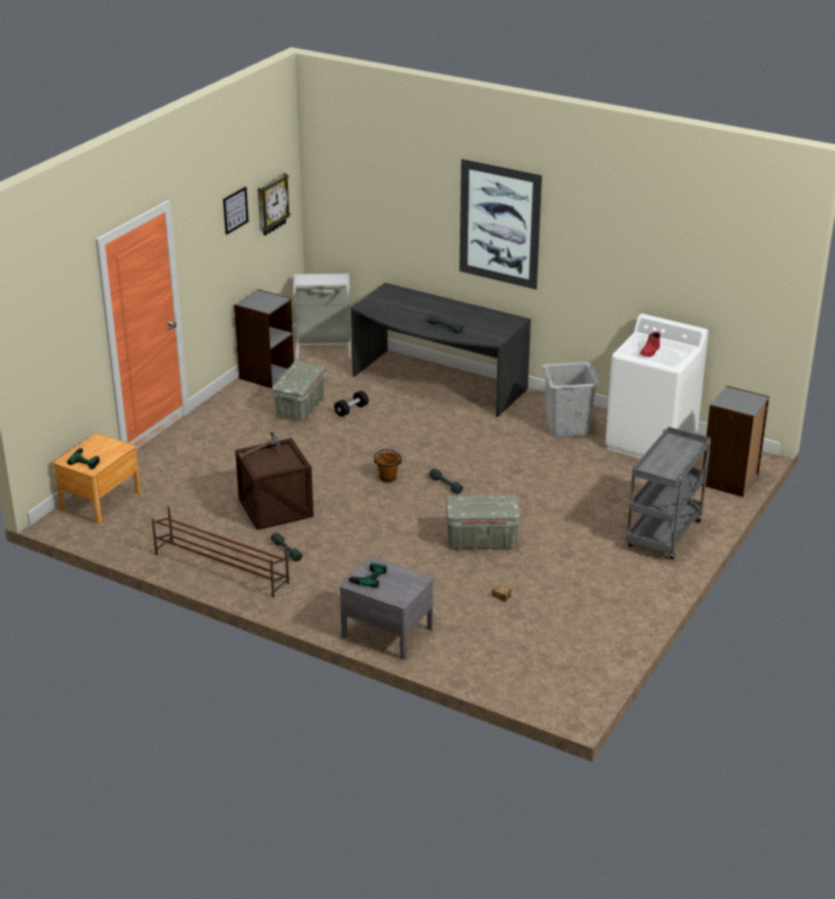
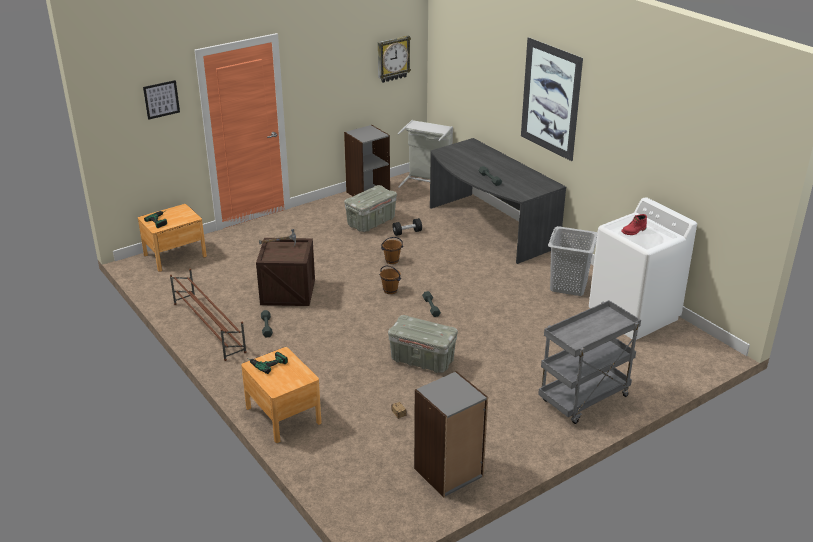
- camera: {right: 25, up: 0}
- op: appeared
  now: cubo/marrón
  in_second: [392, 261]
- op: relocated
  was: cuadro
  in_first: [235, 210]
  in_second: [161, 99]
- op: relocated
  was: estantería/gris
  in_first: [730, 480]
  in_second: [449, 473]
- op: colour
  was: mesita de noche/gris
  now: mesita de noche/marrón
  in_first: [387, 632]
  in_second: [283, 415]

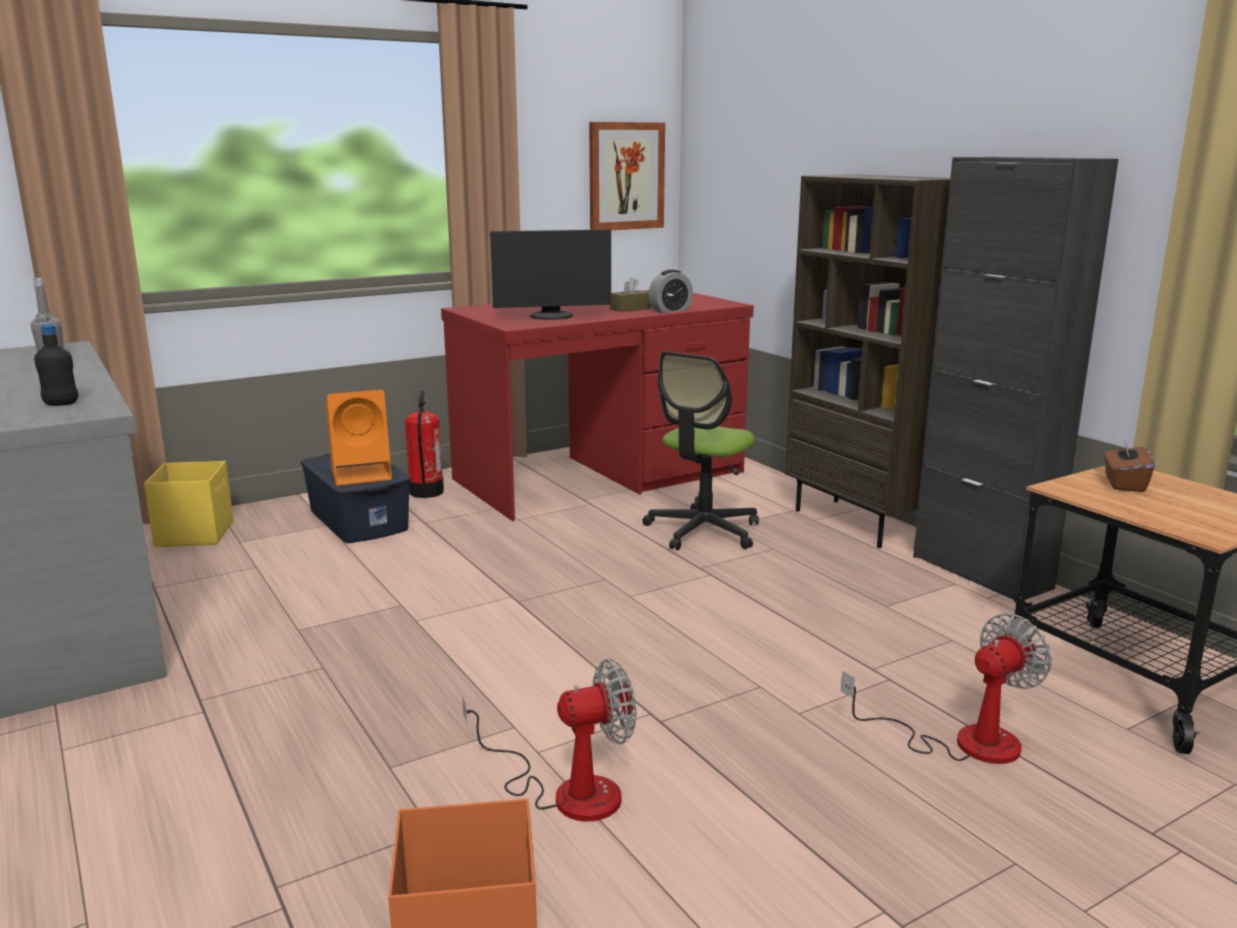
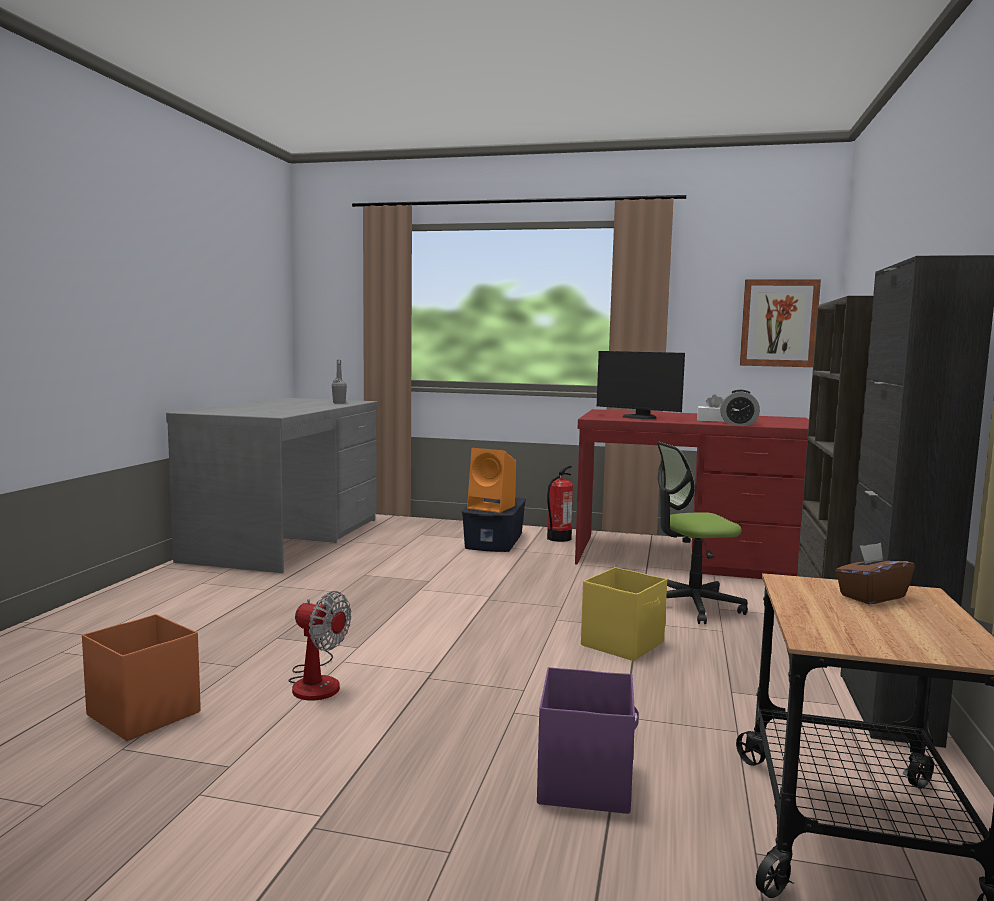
- camera: {right: 45, up: -10}
- op: missing
  was: botella/negro
  in_first: [61, 404]
- op: relocated
  was: caja de almacenaje/amarillo
  in_first: [196, 534]
  in_second: [623, 643]
- op: exchanged
  was: ventilador
  now: caja de almacenaje/morado
  in_first: [963, 742]
  in_second: [585, 781]
- op: colour
  was: caja de pañuelos/marrón
  now: caja de pañuelos/blanco
  in_first: [630, 309]
  in_second: [713, 420]

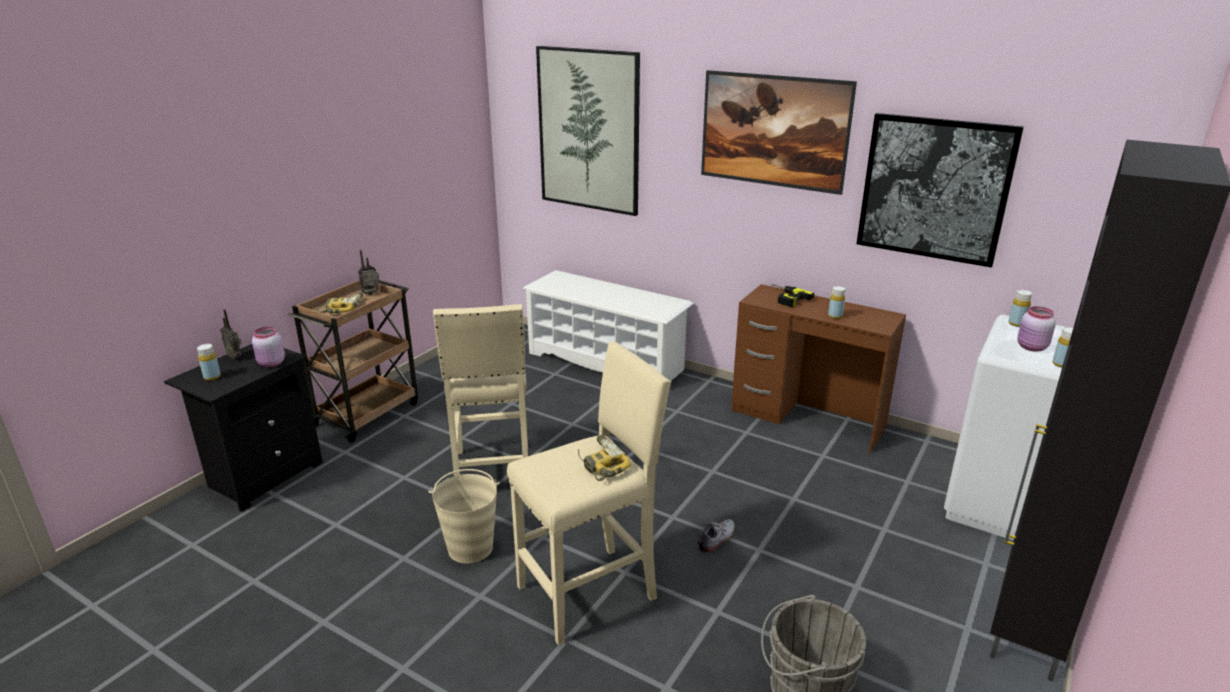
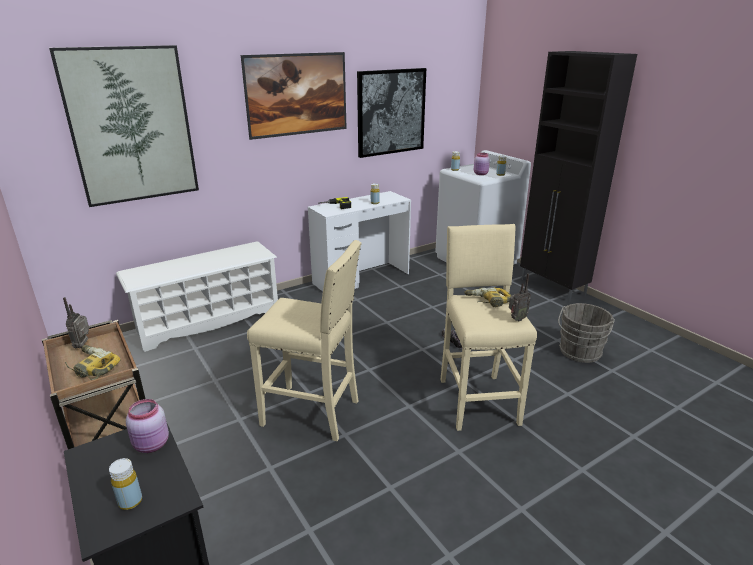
- camera: {right: -65, up: 0}
- op: missing
  was: cubo/beis
  in_first: [470, 547]
- op: relocated
  was: radio
  in_first: [235, 357]
  in_second: [516, 319]
- op: colour
  was: escritorio/marrón
  now: escritorio/blanco
  in_first: [807, 418]
  in_second: [361, 278]

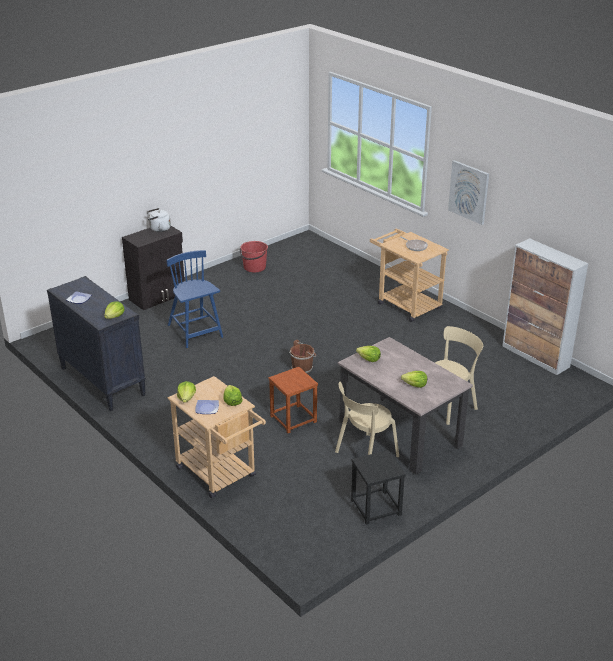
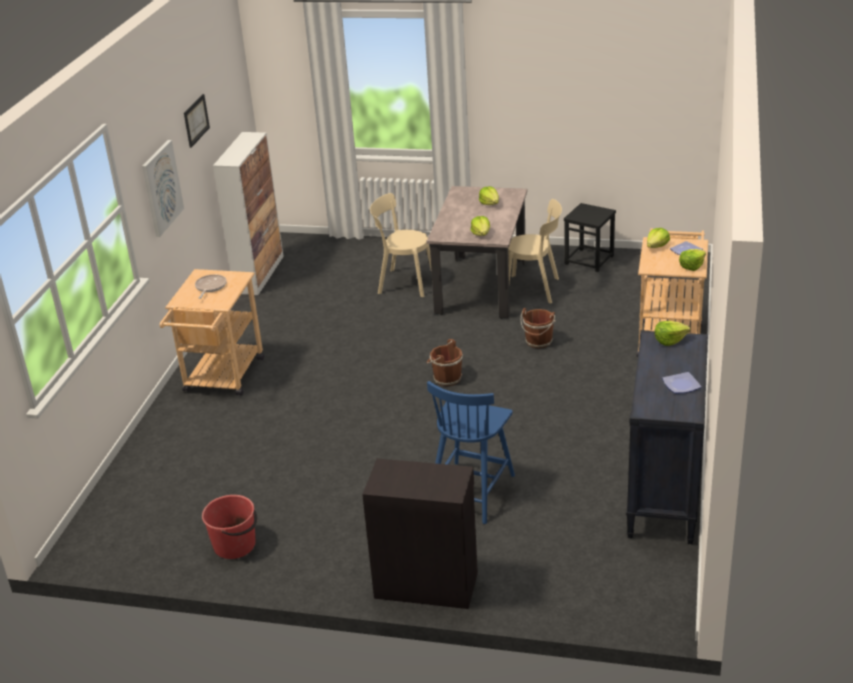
- camera: {right: -125, up: 0}
- op: missing
  was: hervidor/blanco
  in_first: [159, 229]
- op: appeared
  now: cuadro
  in_second: [196, 120]
- op: exchanged
  was: taburete/marrón
  now: cubo/marrón
  in_first: [293, 419]
  in_second: [538, 342]

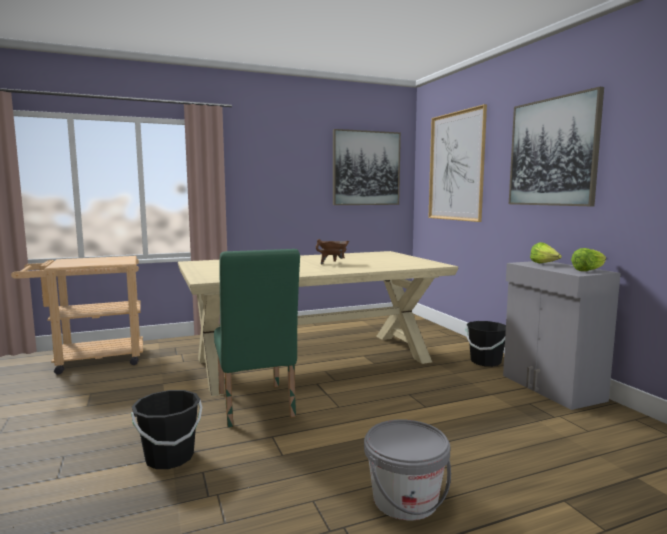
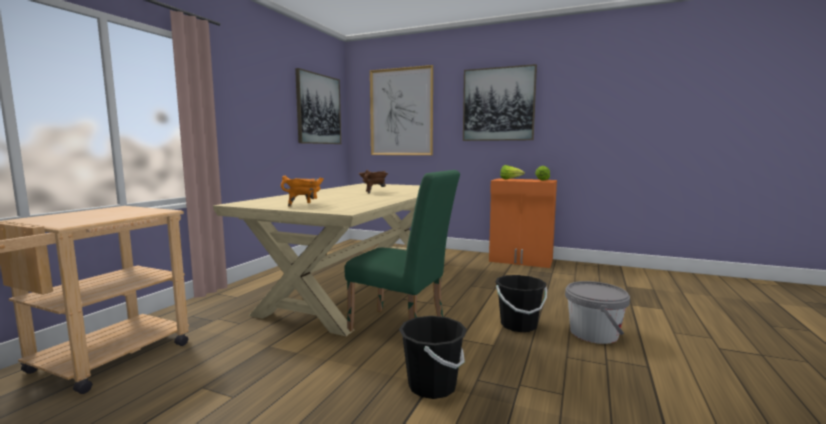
- camera: {right: -45, up: 0}
- op: appeared
  now: olla/naranja
  in_second: [304, 205]
- op: relocated
  was: cubo/negro
  in_first: [485, 362]
  in_second: [518, 325]
- op: colour
  was: armario/gris
  now: armario/naranja
  in_first: [551, 388]
  in_second: [521, 261]

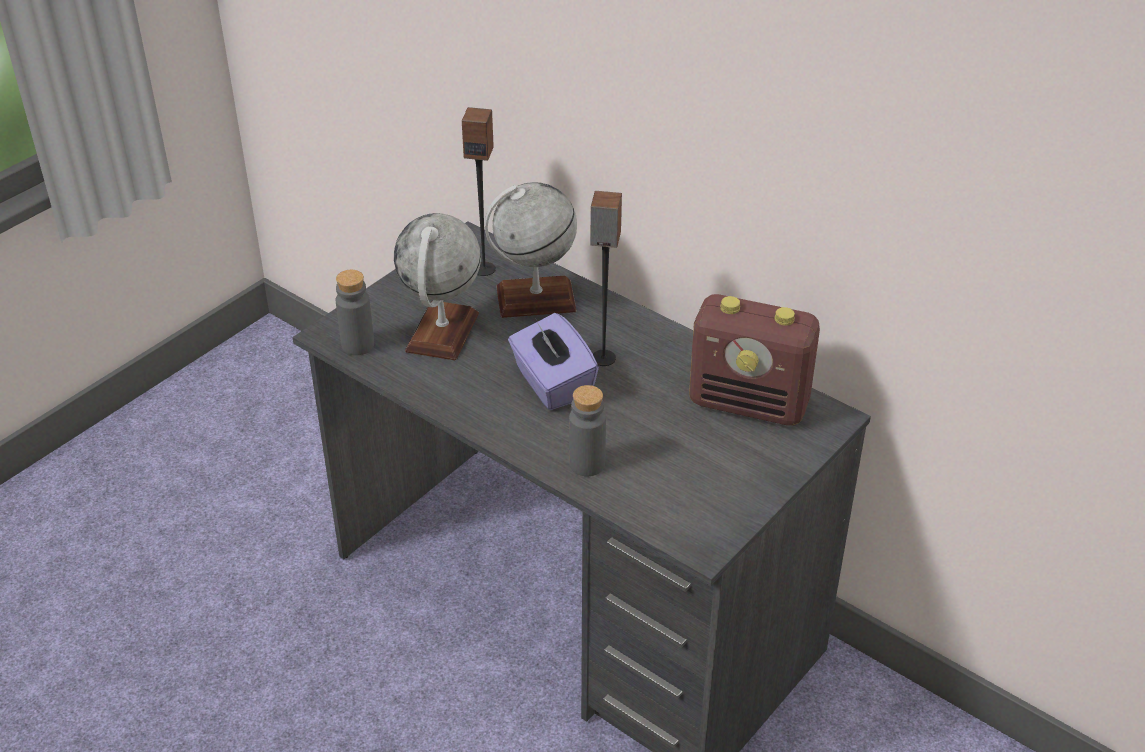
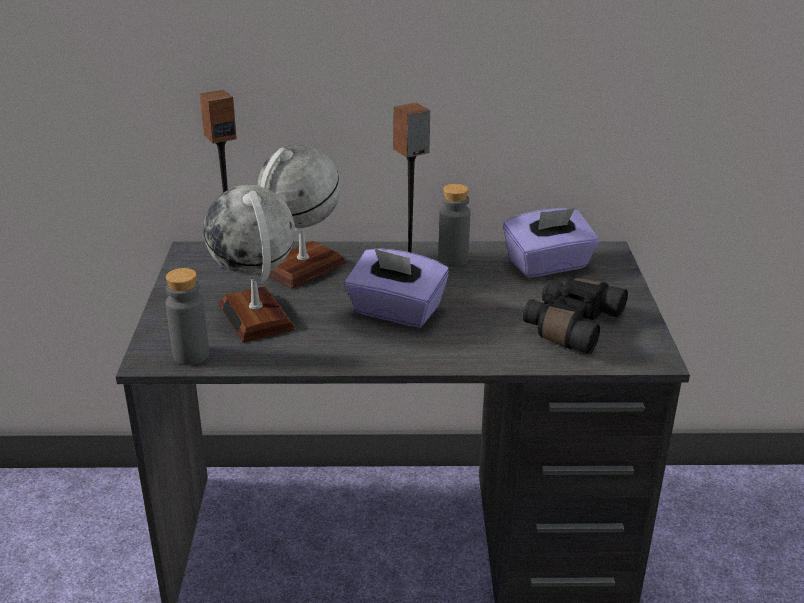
- camera: {right: -40, up: -10}
- op: appeared
  now: prismáticos/negro
  in_second: [569, 325]
- op: relocated
  was: botella/gris
  in_first: [587, 464]
  in_second: [453, 259]
- op: exchanged
  was: radio
  now: caja de pañuelos/morado
  in_first: [750, 404]
  in_second: [548, 265]

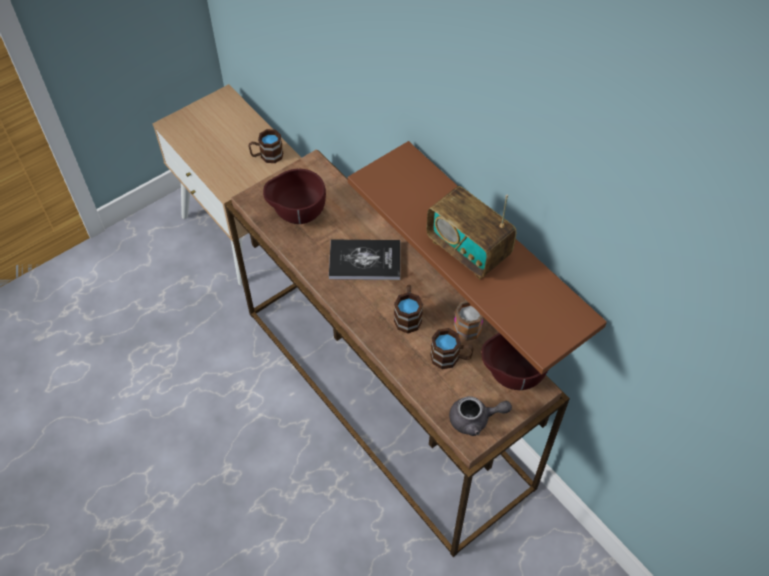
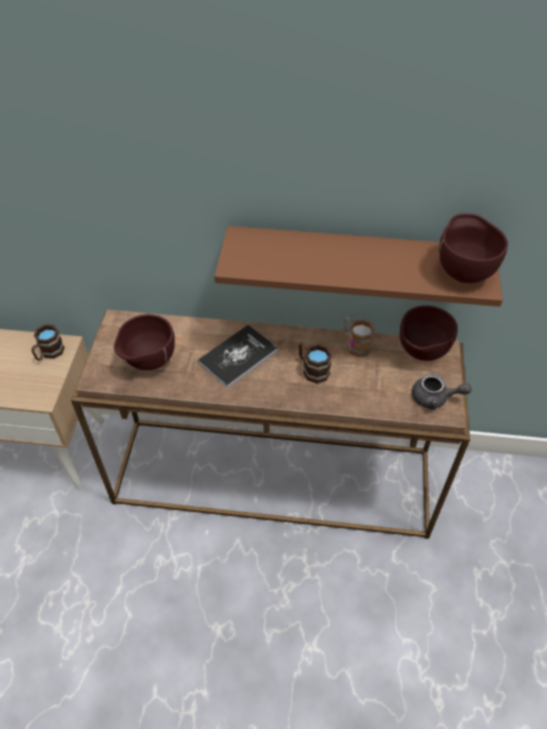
- camera: {right: -45, up: -5}
- op: missing
  was: radio
  in_first: [468, 250]
- op: missing
  was: taza grande/marrón
  in_first: [450, 358]
- op: appeared
  now: cuenco/marrón
  in_second: [463, 273]
- op: spun
  was: tetera/gris
  in_first: [475, 419]
  in_second: [435, 398]
  clockwise: 60

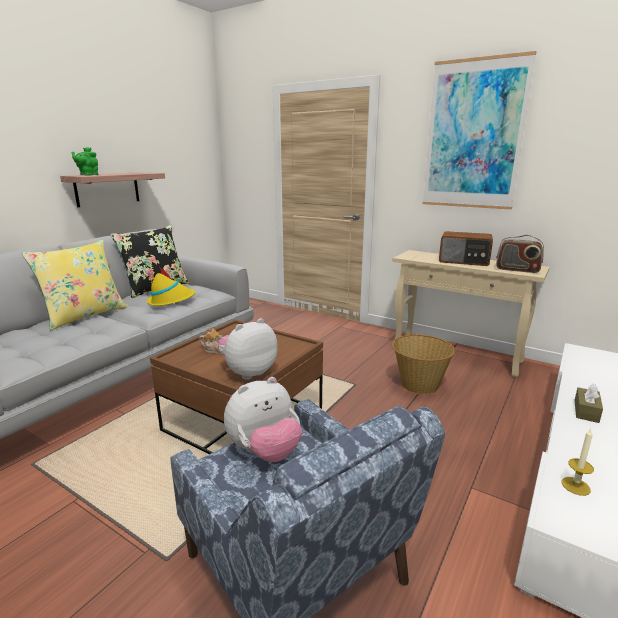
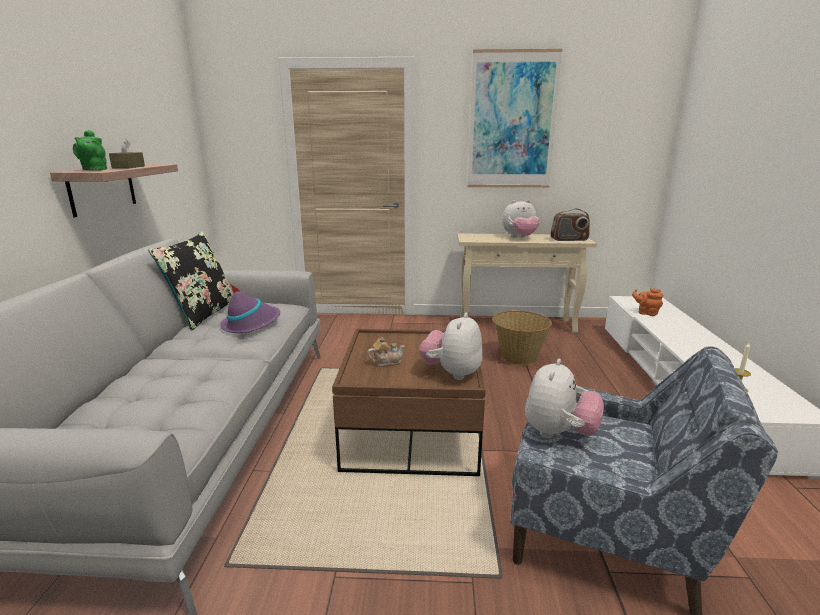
- camera: {right: -30, up: 0}
- op: missing
  was: cojín/amarillo
  in_first: [84, 315]
- op: appeared
  now: tetera/naranja
  in_second: [646, 313]
- op: relocated
  was: caja de pañuelos/marrón
  in_first: [586, 411]
  in_second: [128, 167]
- op: exchanged
  was: radio
  now: peluche
  in_first: [464, 261]
  in_second: [519, 237]
- op: colour
  was: sombrero/amarillo
  now: sombrero/morado
  in_first: [171, 301]
  in_second: [251, 324]

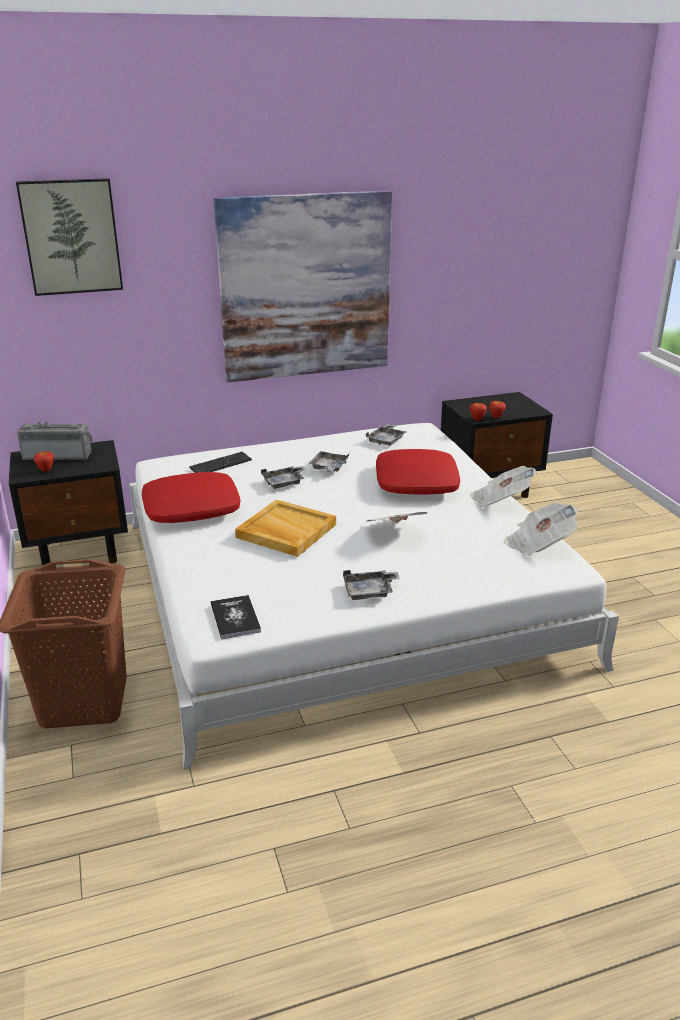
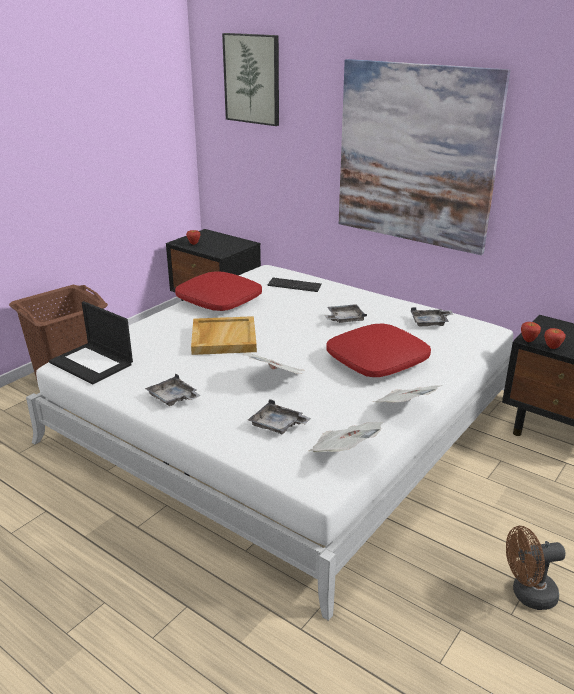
- camera: {right: 55, up: 0}
- op: missing
  was: radio
  in_first: [58, 455]
- op: appeared
  now: ventilador/marrón
  in_second: [527, 595]
- op: relocated
  was: bandeja/gris
  in_first: [284, 483]
  in_second: [278, 425]
- op: exchanged
  was: libro
  now: portátil
  in_first: [235, 618]
  in_second: [92, 363]

